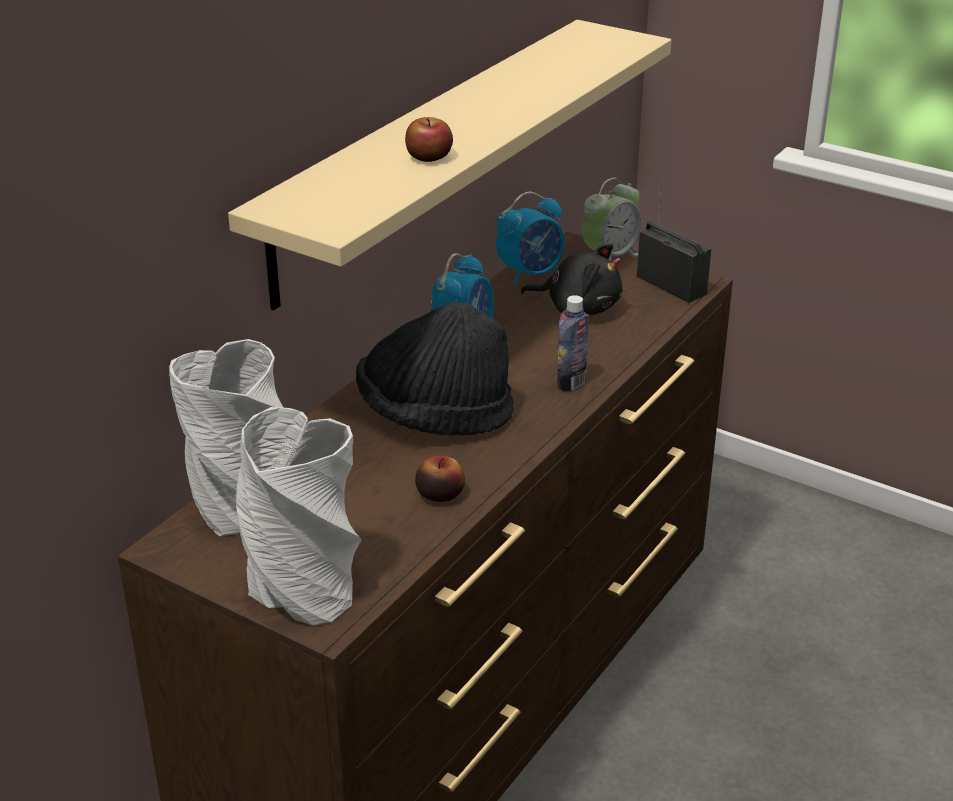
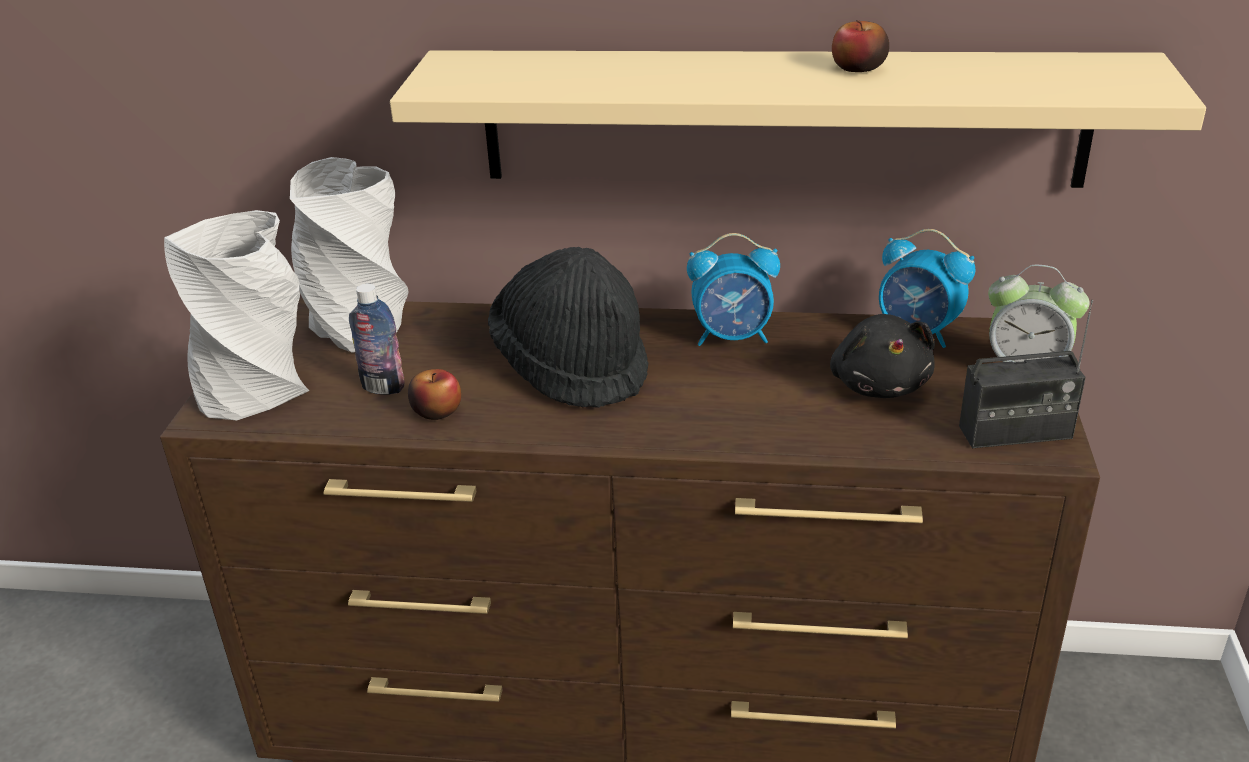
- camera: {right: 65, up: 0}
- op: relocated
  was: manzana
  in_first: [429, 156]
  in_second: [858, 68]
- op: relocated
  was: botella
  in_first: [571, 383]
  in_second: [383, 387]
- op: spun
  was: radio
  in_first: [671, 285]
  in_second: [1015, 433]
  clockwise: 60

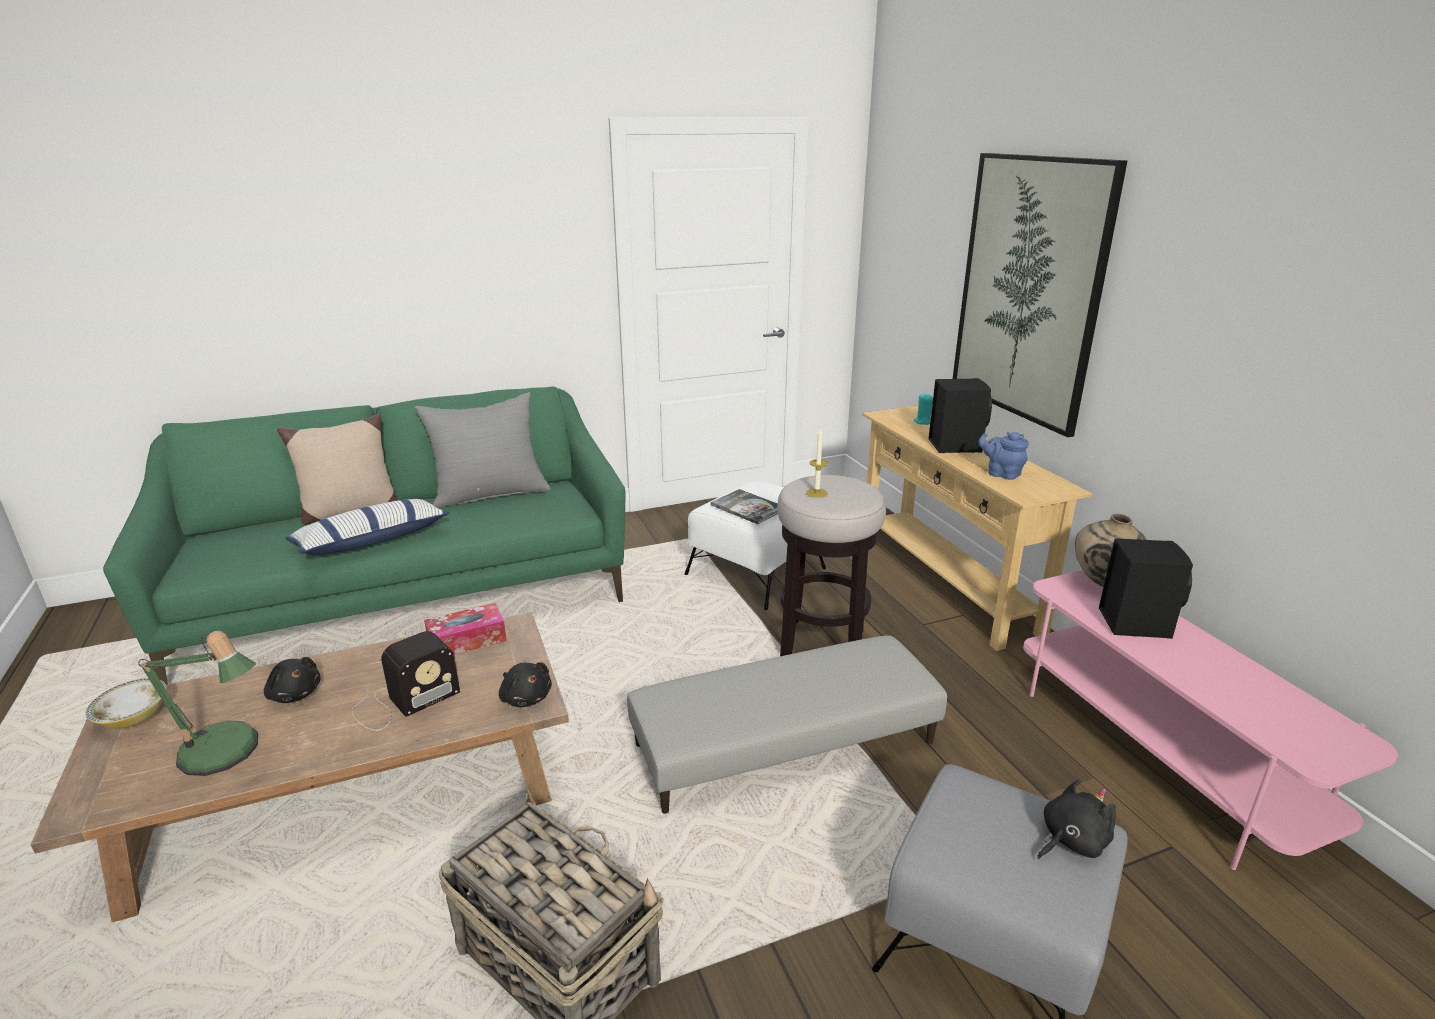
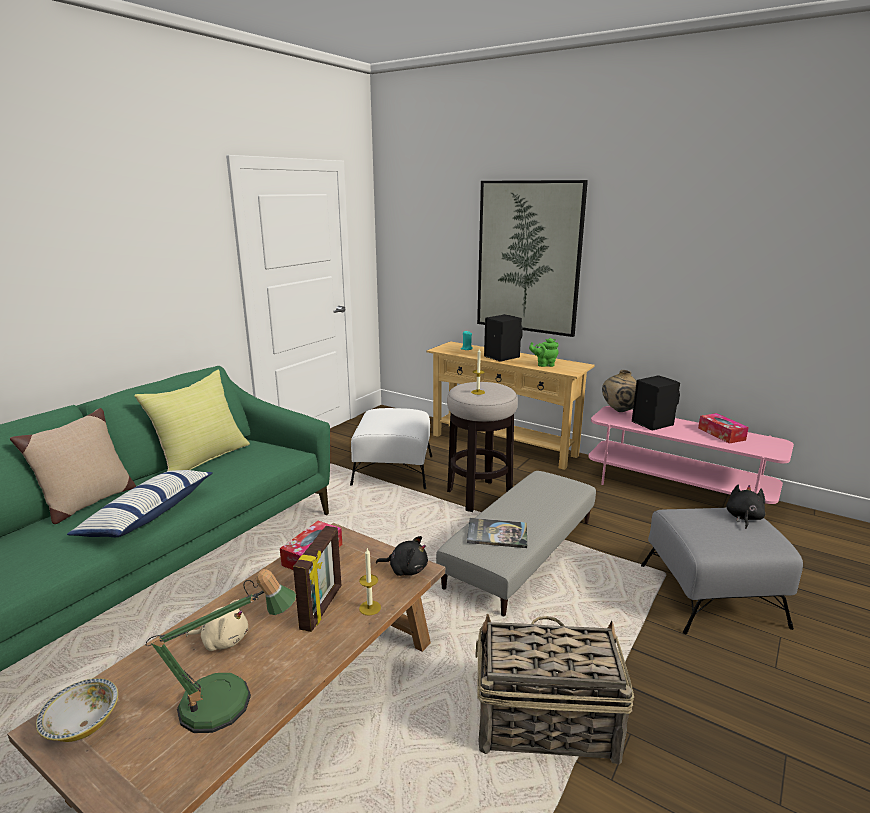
- camera: {right: -35, up: -5}
- op: appeared
  now: vela
  in_second: [370, 608]
- op: appeared
  now: caja de pañuelos
  in_second: [721, 434]
- op: relocated
  was: libro
  in_first: [748, 507]
  in_second: [497, 534]
- op: exchanged
  was: radio
  now: portarretratos
  in_first: [402, 702]
  in_second: [322, 608]
- op: colour
  was: peluche/negro
  now: peluche/beis
  in_first: [295, 694]
  in_second: [223, 640]
- op: colour
  was: cojín/gris
  now: cojín/amarillo
  in_first: [490, 493]
  in_second: [202, 458]
- op: colour
  was: tetera/azul
  now: tetera/verde
  in_first: [1001, 474]
  in_second: [544, 365]

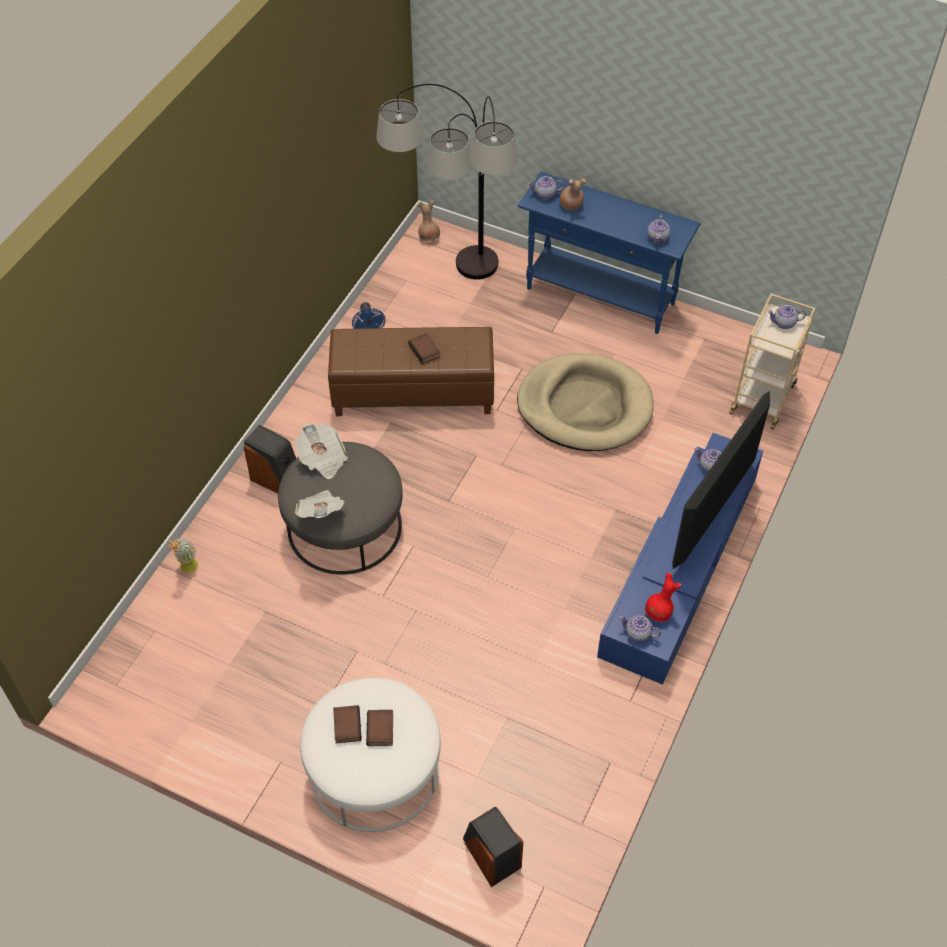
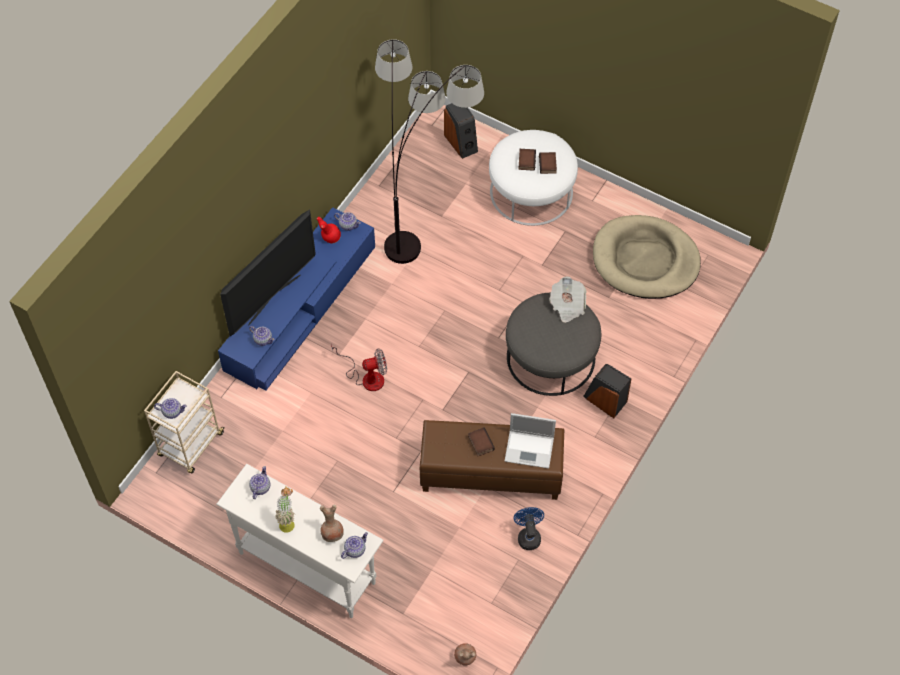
- camera: {right: -175, up: 5}
- op: missing
  was: periódico
  in_first: [322, 459]
- op: appeared
  now: ventilador
  in_second: [366, 377]
- op: appeared
  now: portátil
  in_second: [530, 449]
- op: relocated
  was: planta en maceta
  in_first: [188, 569]
  in_second: [288, 521]
- op: relocated
  was: lámpara de pie
  in_first: [459, 300]
  in_second: [421, 215]
- op: relocated
  was: cama para perro/beis
  in_first: [584, 406]
  in_second: [645, 260]
- op: colour
  was: mesa consola/azul
  now: mesa consola/blanco
  in_first: [600, 296]
  in_second: [306, 567]
- op: spun
  was: tetera
  in_first: [545, 194]
  in_second: [355, 549]
  clockwise: -45

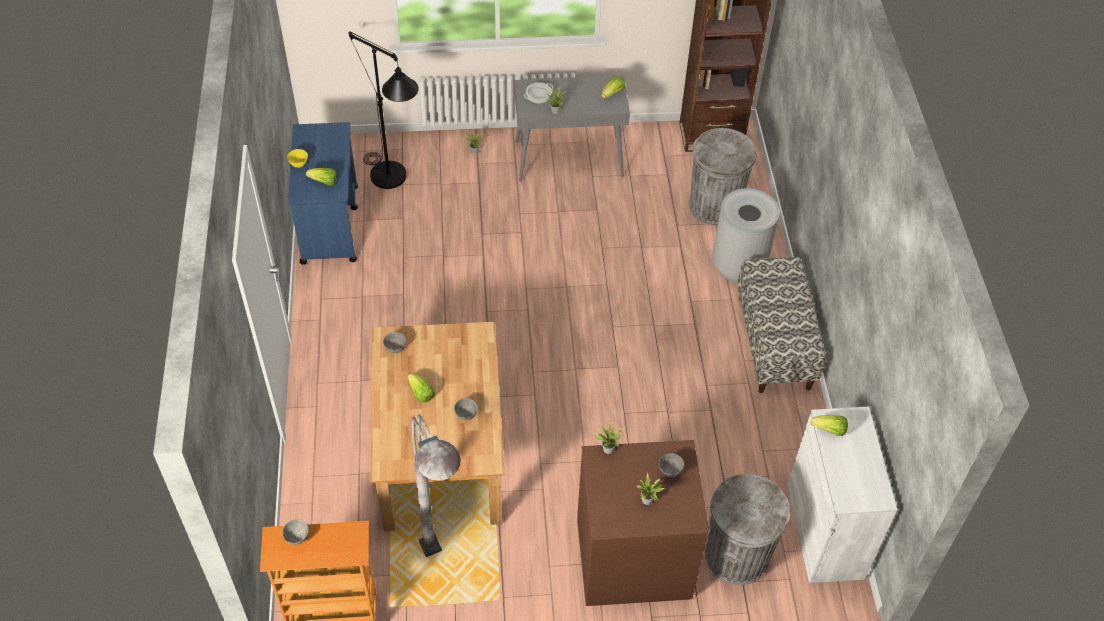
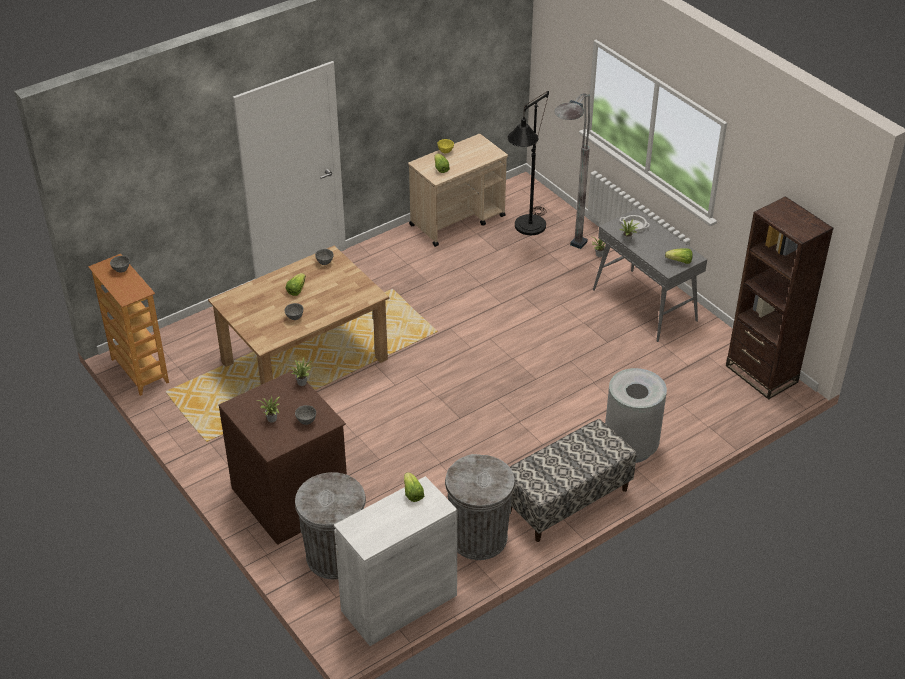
- camera: {right: 60, up: -10}
- op: relocated
  was: lámpara de pie/gris
  in_first: [444, 579]
  in_second: [564, 257]
- op: relocated
  was: papelera/gris
  in_first: [715, 206]
  in_second: [478, 538]
- op: colour
  was: carrito/azul
  now: carrito/beis
  in_first: [330, 224]
  in_second: [458, 220]

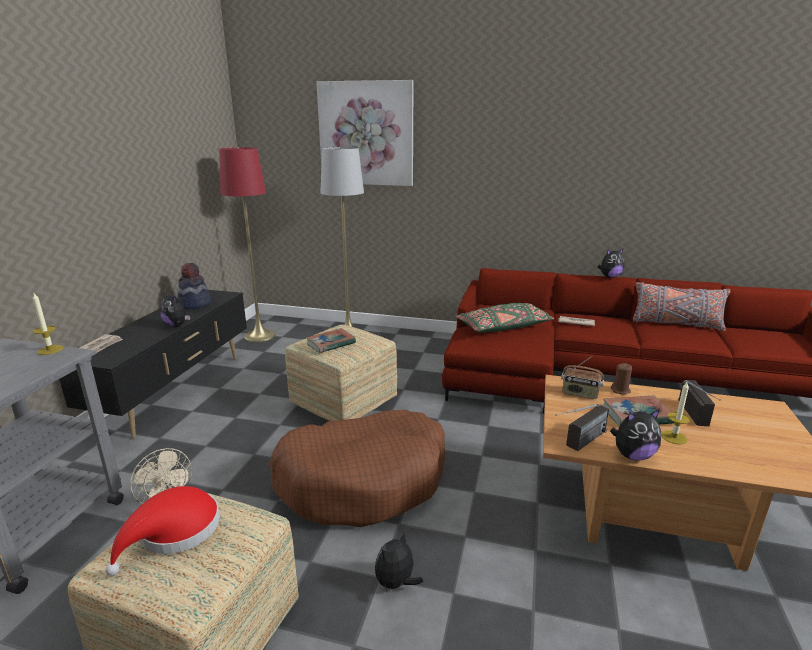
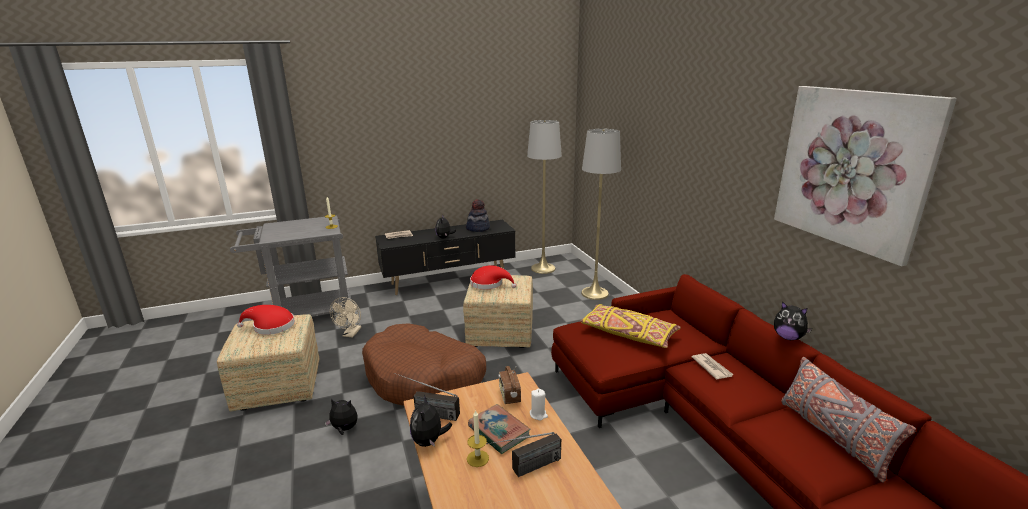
- camera: {right: 55, up: 0}
- op: relocated
  was: cuadro
  in_first: [366, 134]
  in_second: [852, 169]
- op: exchanged
  was: libro
  now: sombrero/rojo
  in_first: [331, 343]
  in_second: [489, 284]
- op: colour
  was: lámpara de pie/rojo
  now: lámpara de pie/gris
  in_first: [260, 336]
  in_second: [543, 268]
- op: colour
  was: cojín/verde
  now: cojín/amarillo
  in_first: [503, 327]
  in_second: [628, 334]
- op: colour
  was: vela/marrón
  now: vela/blanco
  in_first: [620, 390]
  in_second: [538, 414]
- op: spun
  was: peluche
  in_first: [632, 455]
  in_second: [429, 441]
  clockwise: 45

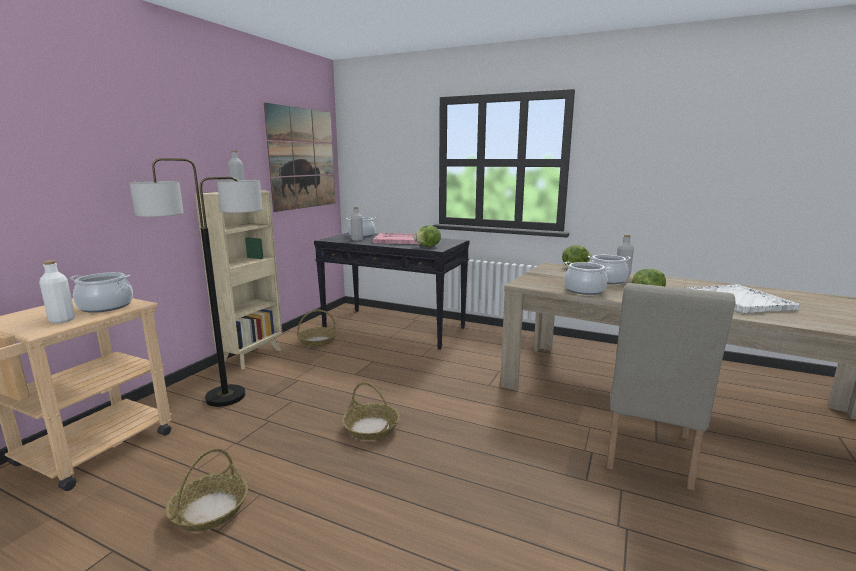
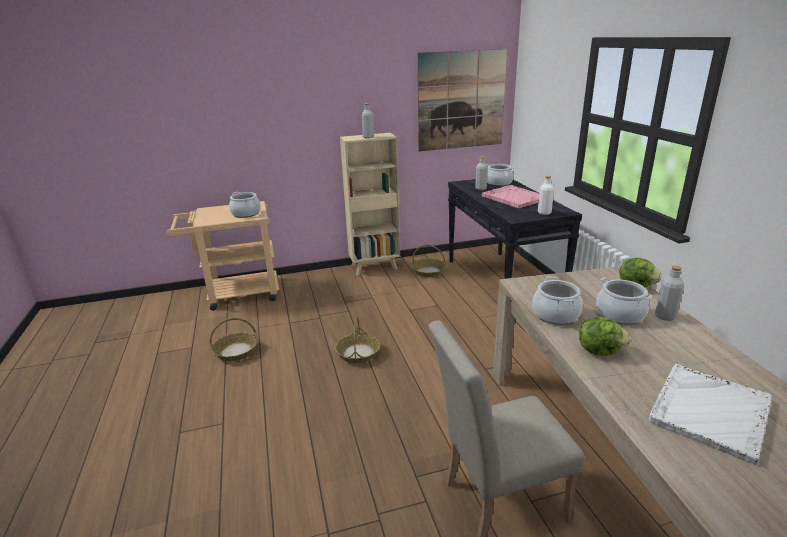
- camera: {right: 50, up: 10}
- op: missing
  was: lámpara de pie
  in_first: [226, 397]
- op: missing
  was: lechuga
  in_first: [428, 246]
- op: relocated
  was: botella/blanco
  in_first: [62, 320]
  in_second: [544, 213]

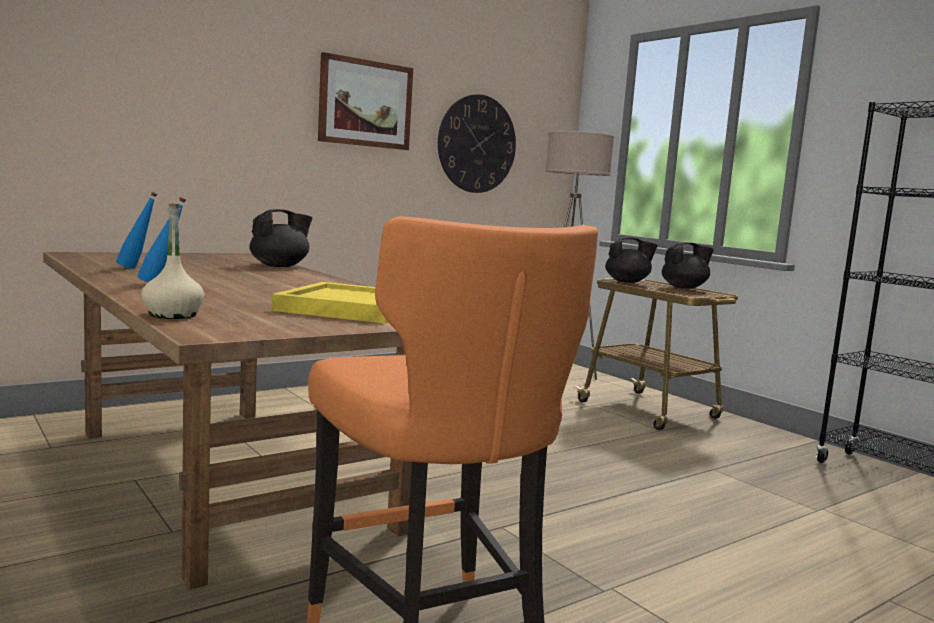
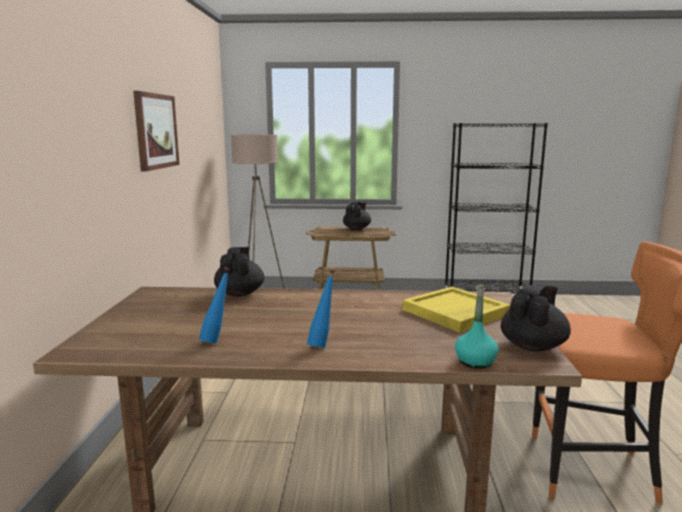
- camera: {right: -50, up: 5}
- op: missing
  was: reloj de pared
  in_first: [477, 144]
- op: relocated
  was: tetera/negro
  in_first: [627, 282]
  in_second: [533, 346]
- op: colour
  was: botella/beis
  now: botella/turquesa
  in_first: [173, 315]
  in_second: [475, 361]

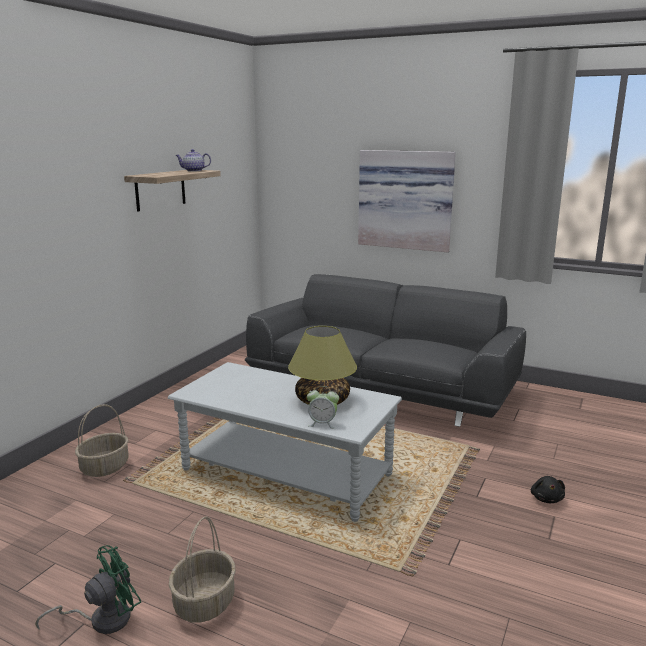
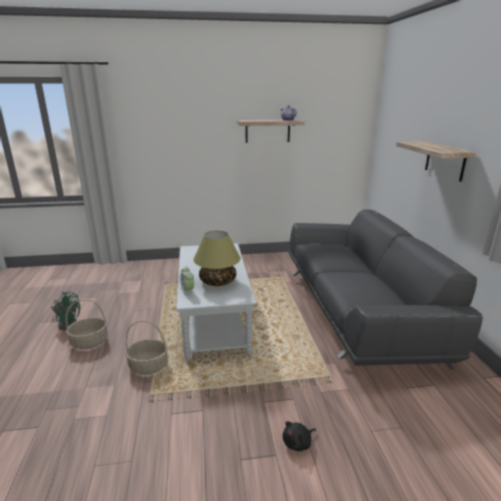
- camera: {right: 55, up: 5}
- op: relocated
  was: cesta
  in_first: [104, 468]
  in_second: [148, 366]
- op: exchanged
  was: cuadro
  now: estante
  in_first: [406, 199]
  in_second: [445, 160]

